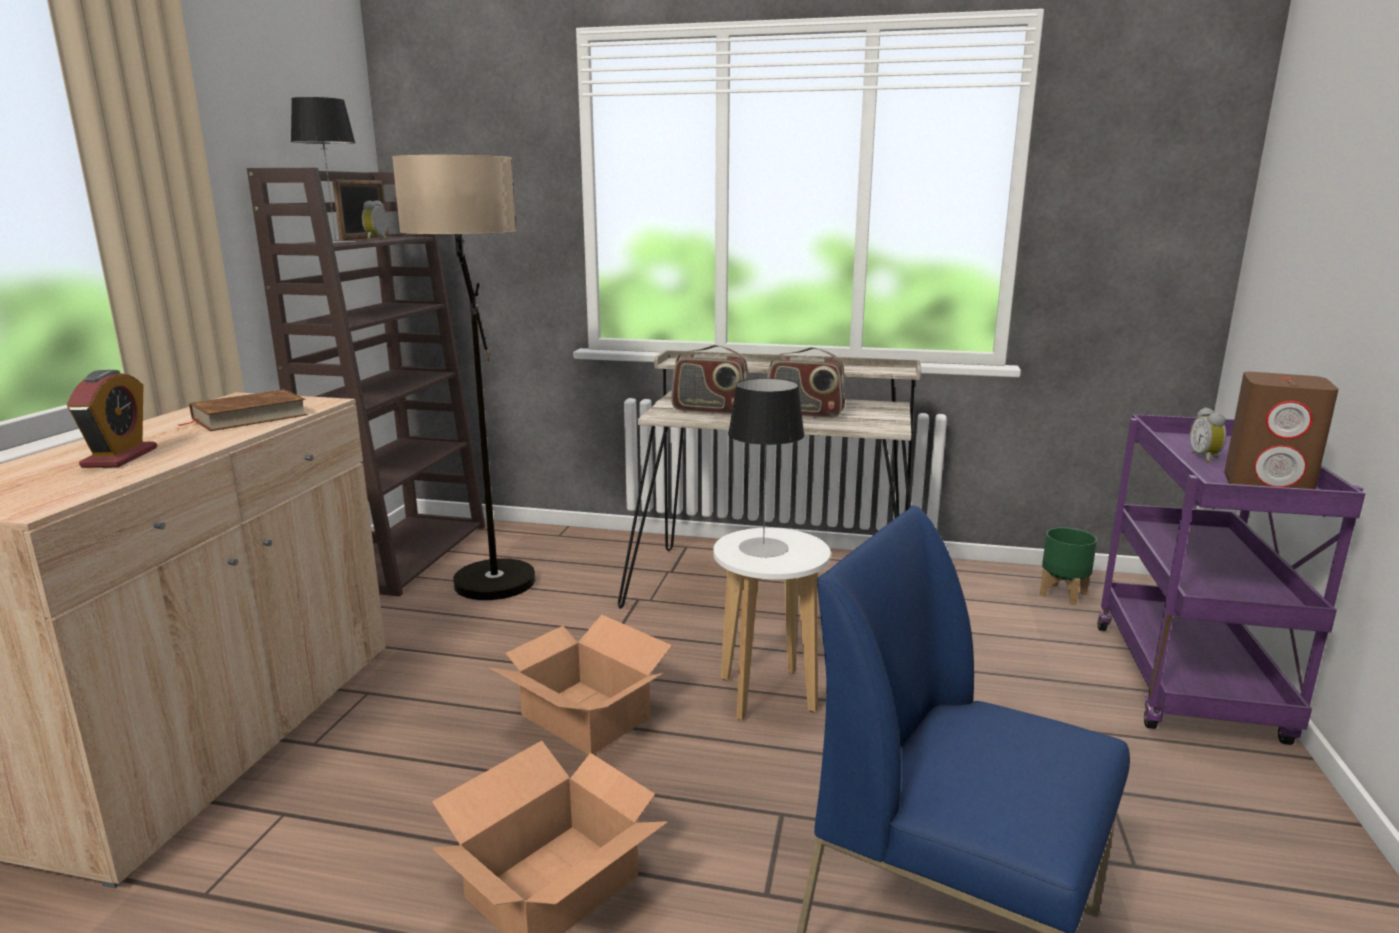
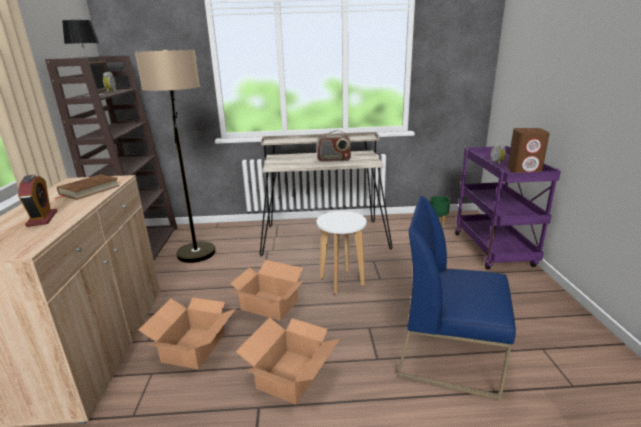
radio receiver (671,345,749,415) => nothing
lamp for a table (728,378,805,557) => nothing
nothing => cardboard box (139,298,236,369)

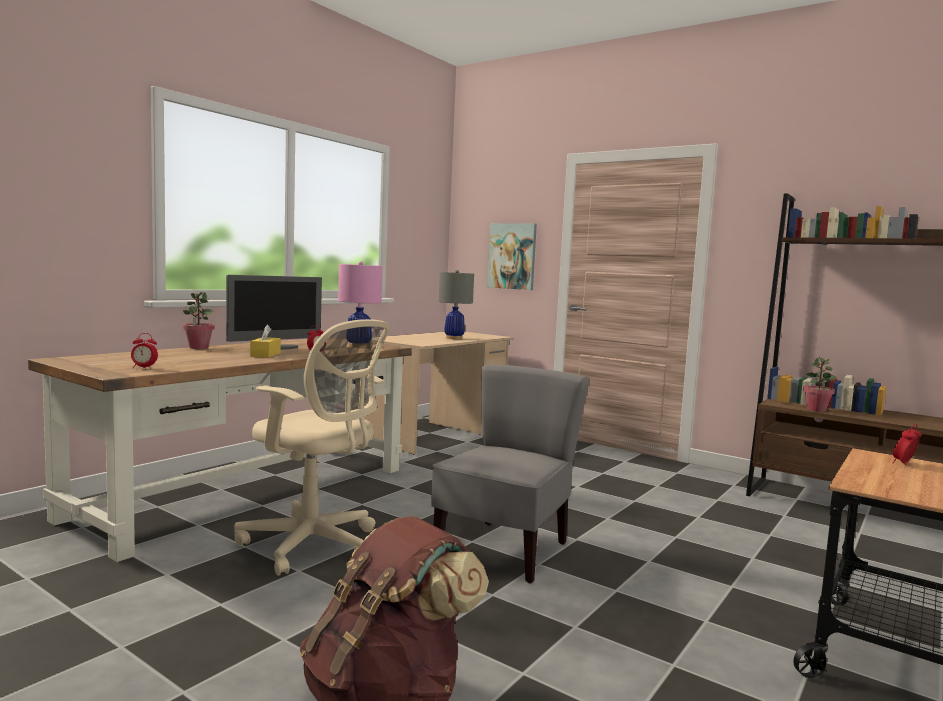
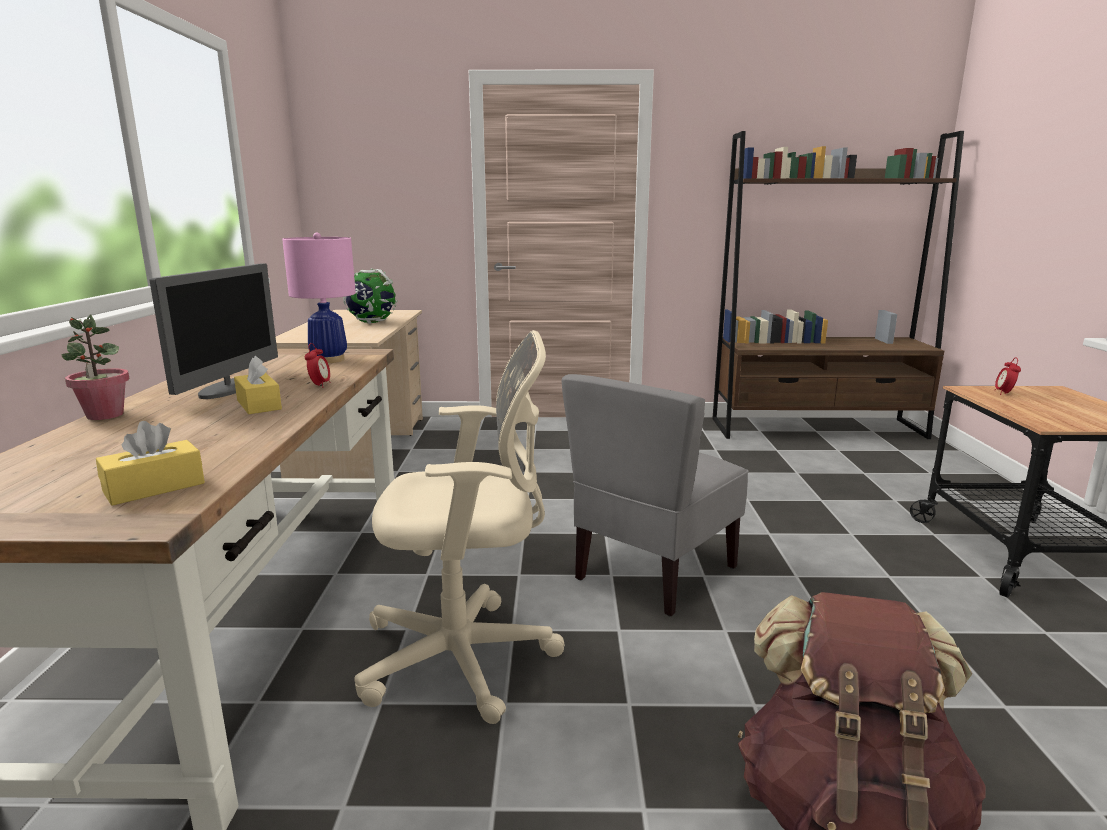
picture (487,223,537,290) => nothing
potted plant (803,357,836,412) => nothing
alarm clock (131,333,158,369) => tissue box in yellow-coloured (96,421,205,506)
lamp for a table in gray (439,270,474,339) => desk globe (343,268,397,324)
plain chair in gray (431,365,589,584) => plain chair in gray (562,374,749,617), 135 degrees counterclockwise

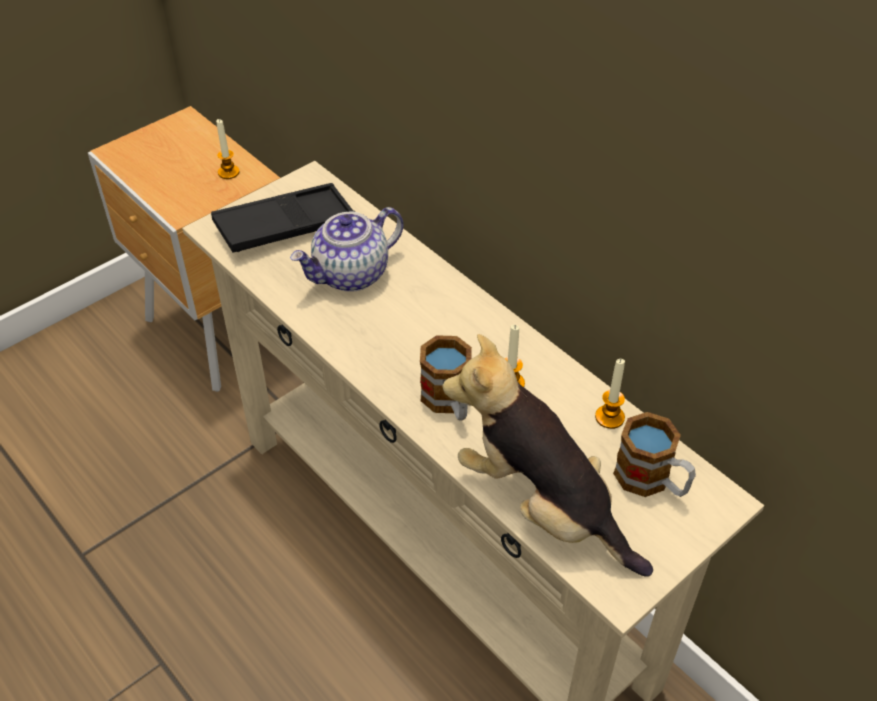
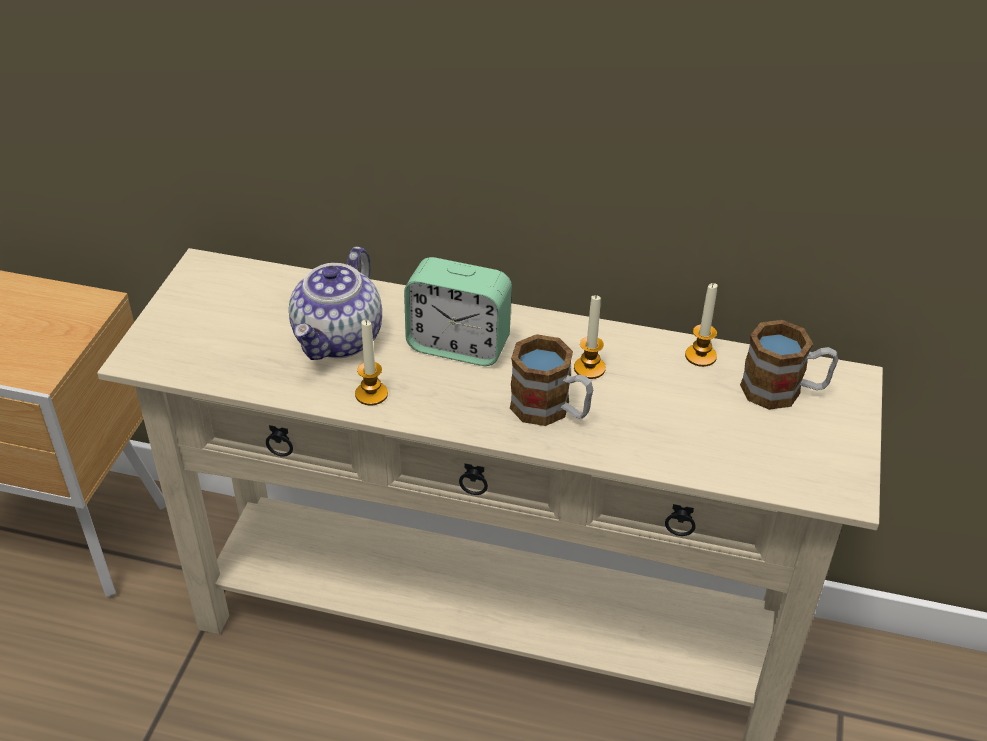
carrying tray in black-coloured (211,183,355,253) => nothing
cuddly toy (443,334,653,576) => nothing
nothing => alarm clock (404,257,512,366)
wax candle (216,119,240,179) => wax candle (355,320,388,405), move

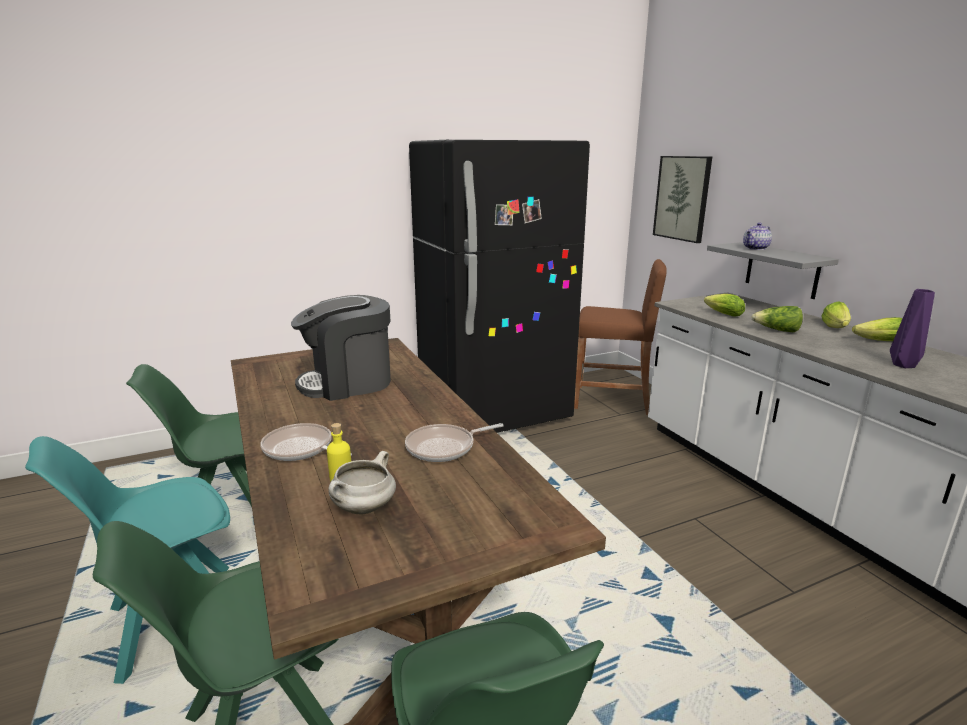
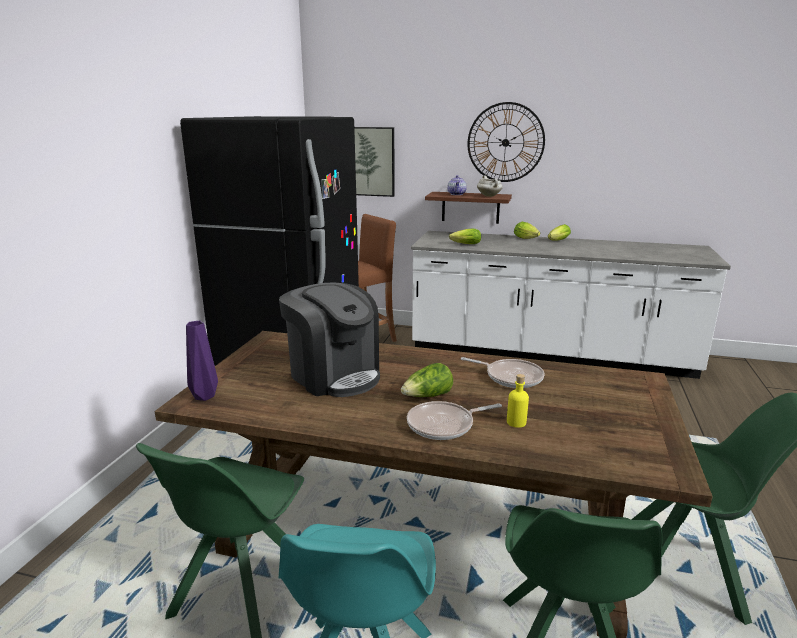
nothing => hanging clock (468,102,545,182)
saucepot in white (329,451,396,515) => saucepot in white (477,175,503,197), move
lettuce (751,306,803,332) => lettuce (401,363,453,397), move
vase in purple (890,289,935,368) => vase in purple (186,321,218,401), move
wall shelf in gray (707,242,839,299) => wall shelf in brown-coloured (425,192,512,224)
coffee brewer (291,295,391,401) => coffee brewer (279,282,380,397), 60 degrees counterclockwise
frying pan (405,423,504,462) => frying pan (461,357,544,388), 75 degrees counterclockwise

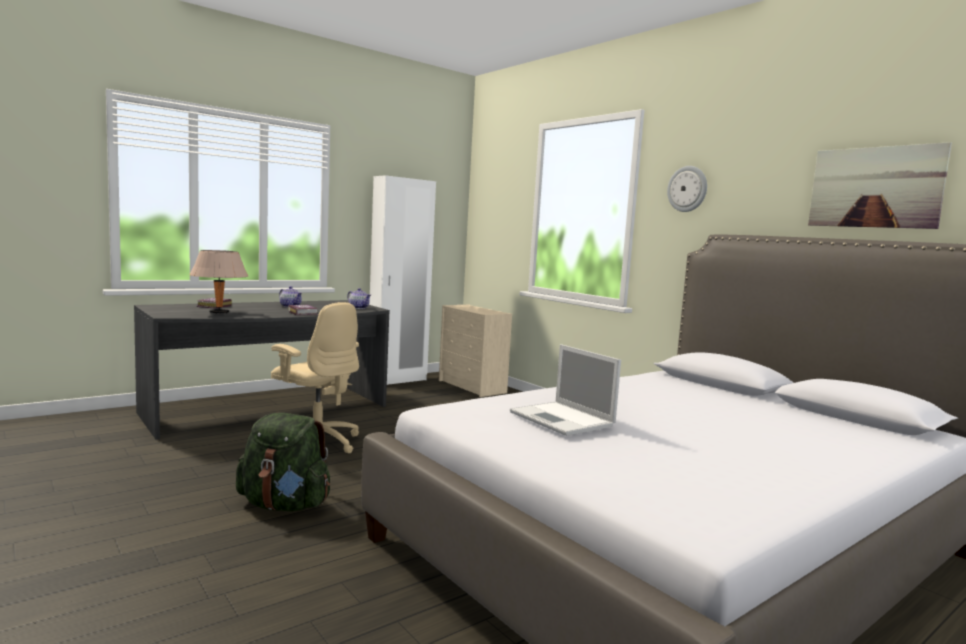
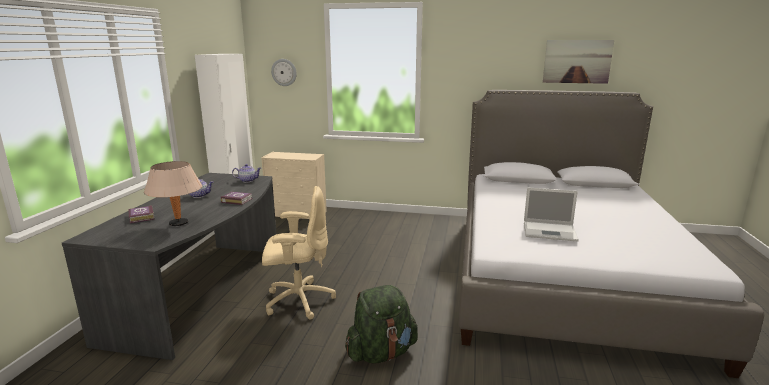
hanging clock (667,166,707,212) => hanging clock (271,59,297,86), move

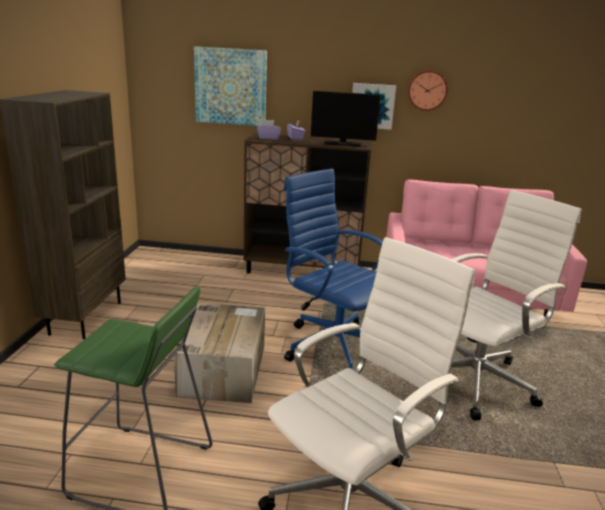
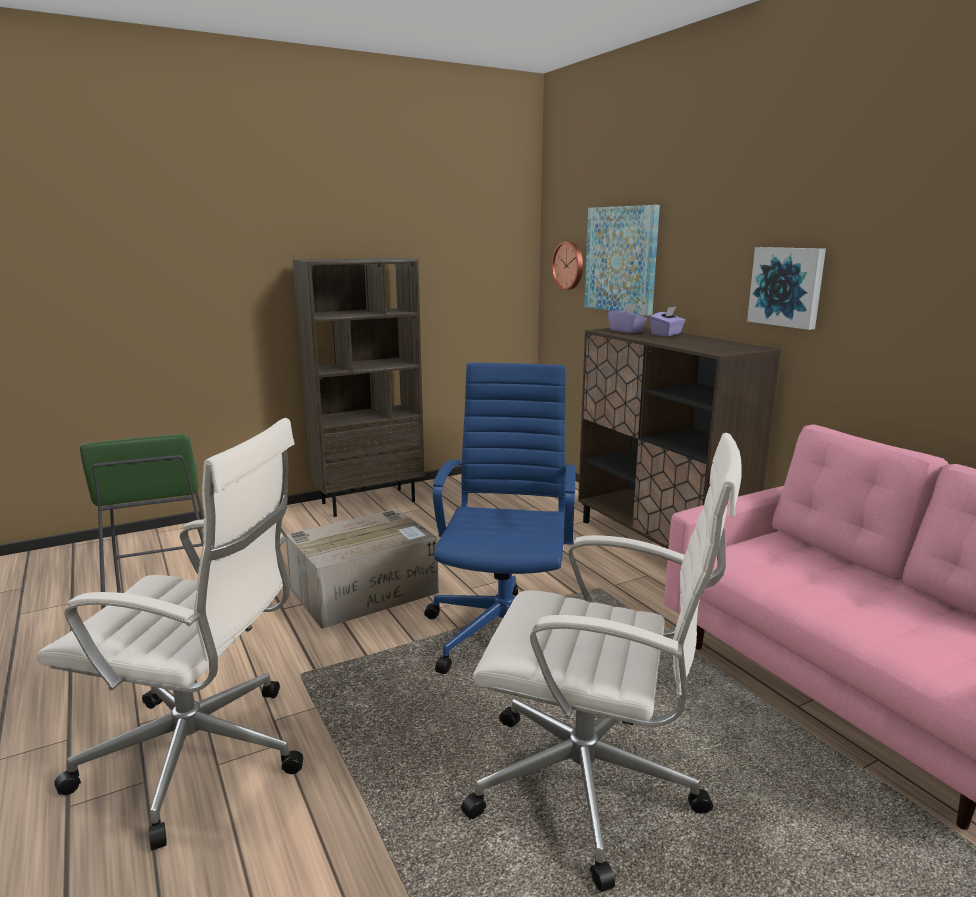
computer screen (311,91,381,147) => nothing
hanging clock (408,70,448,111) => hanging clock (551,242,583,290), move

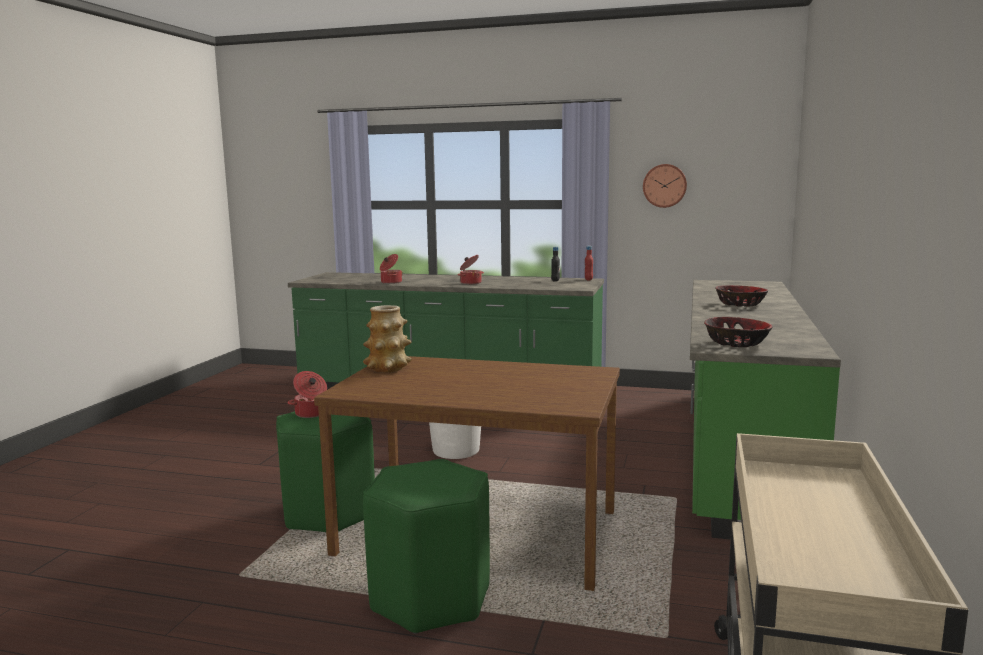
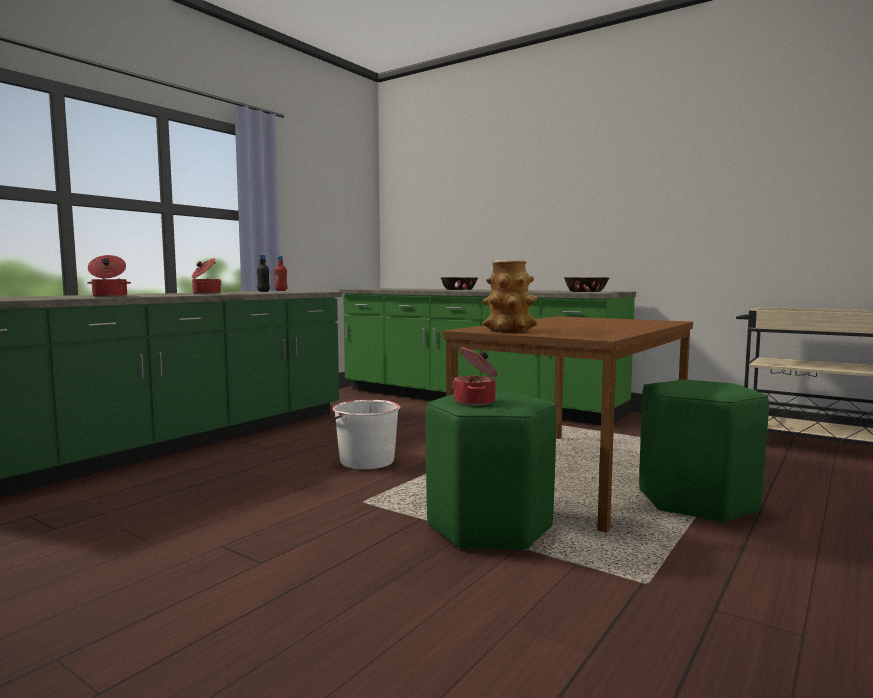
hanging clock (643,164,687,208) => nothing

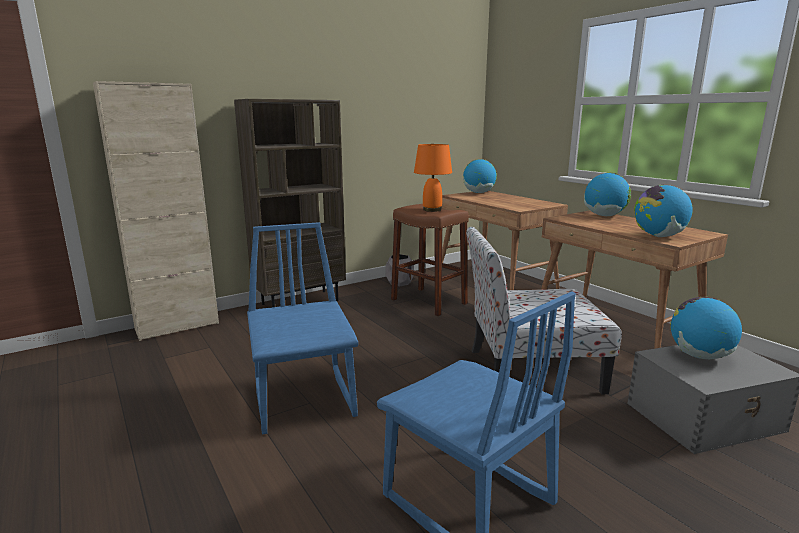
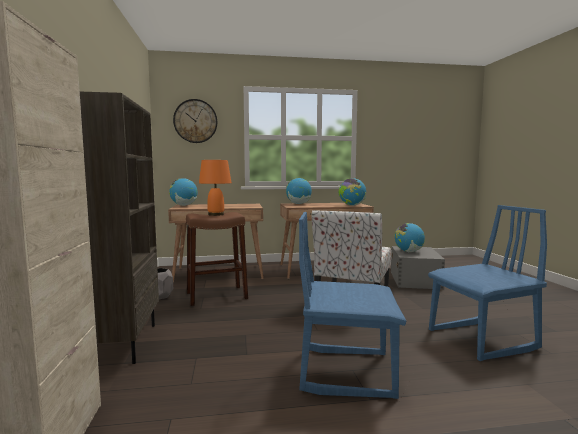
nothing => hanging clock (173,99,217,143)

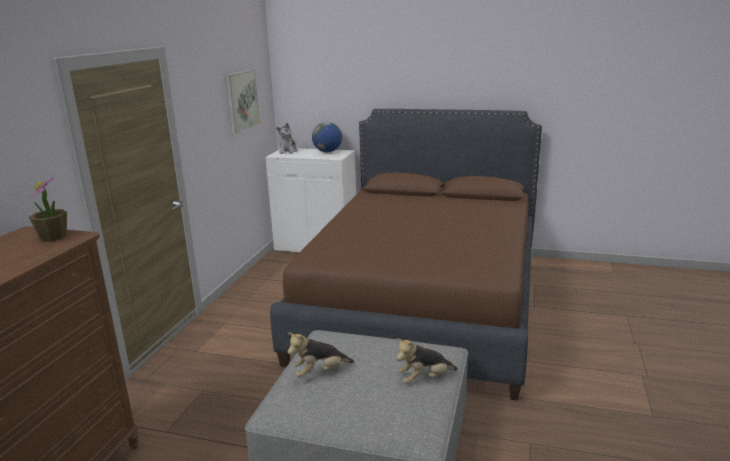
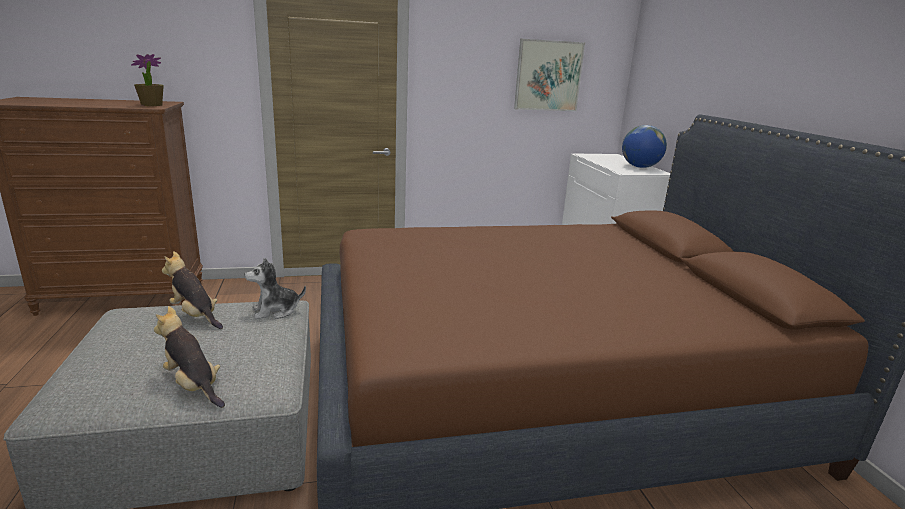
cuddly toy (276,123,298,154) => cuddly toy (244,258,306,319), move

